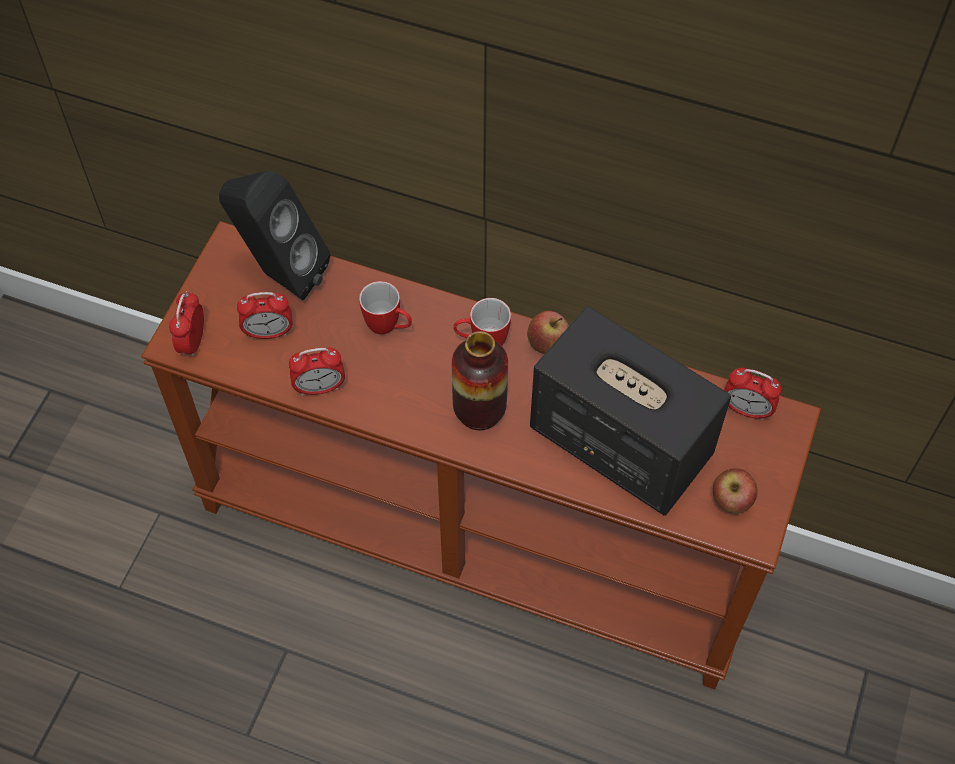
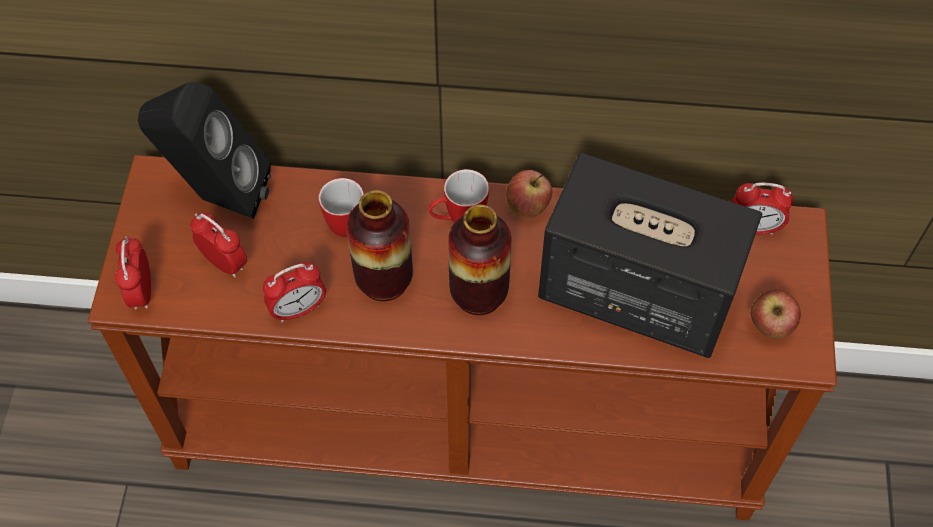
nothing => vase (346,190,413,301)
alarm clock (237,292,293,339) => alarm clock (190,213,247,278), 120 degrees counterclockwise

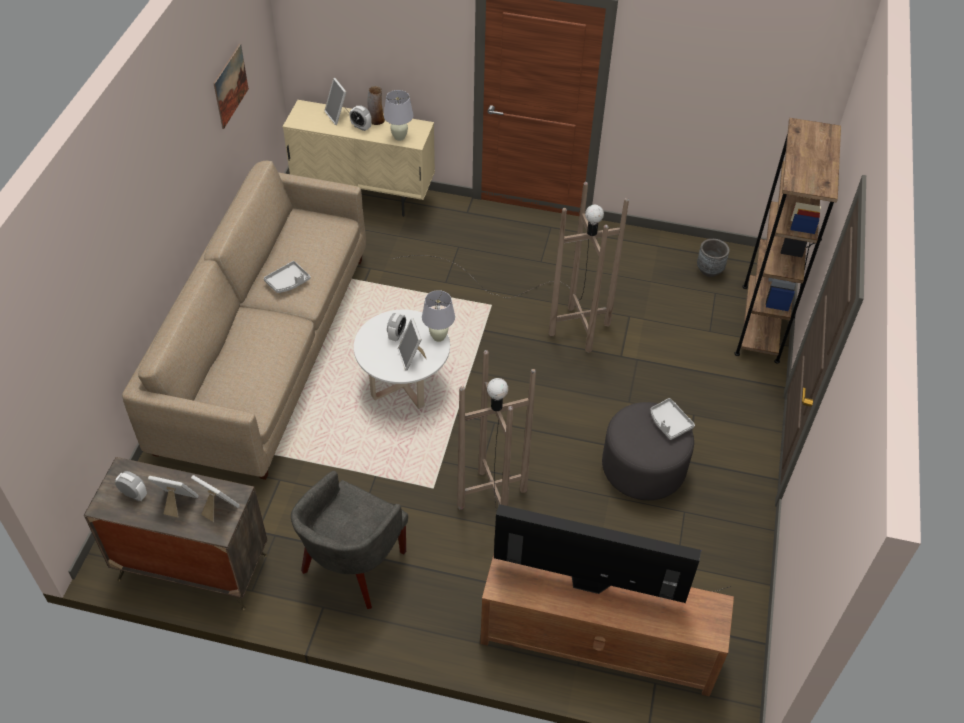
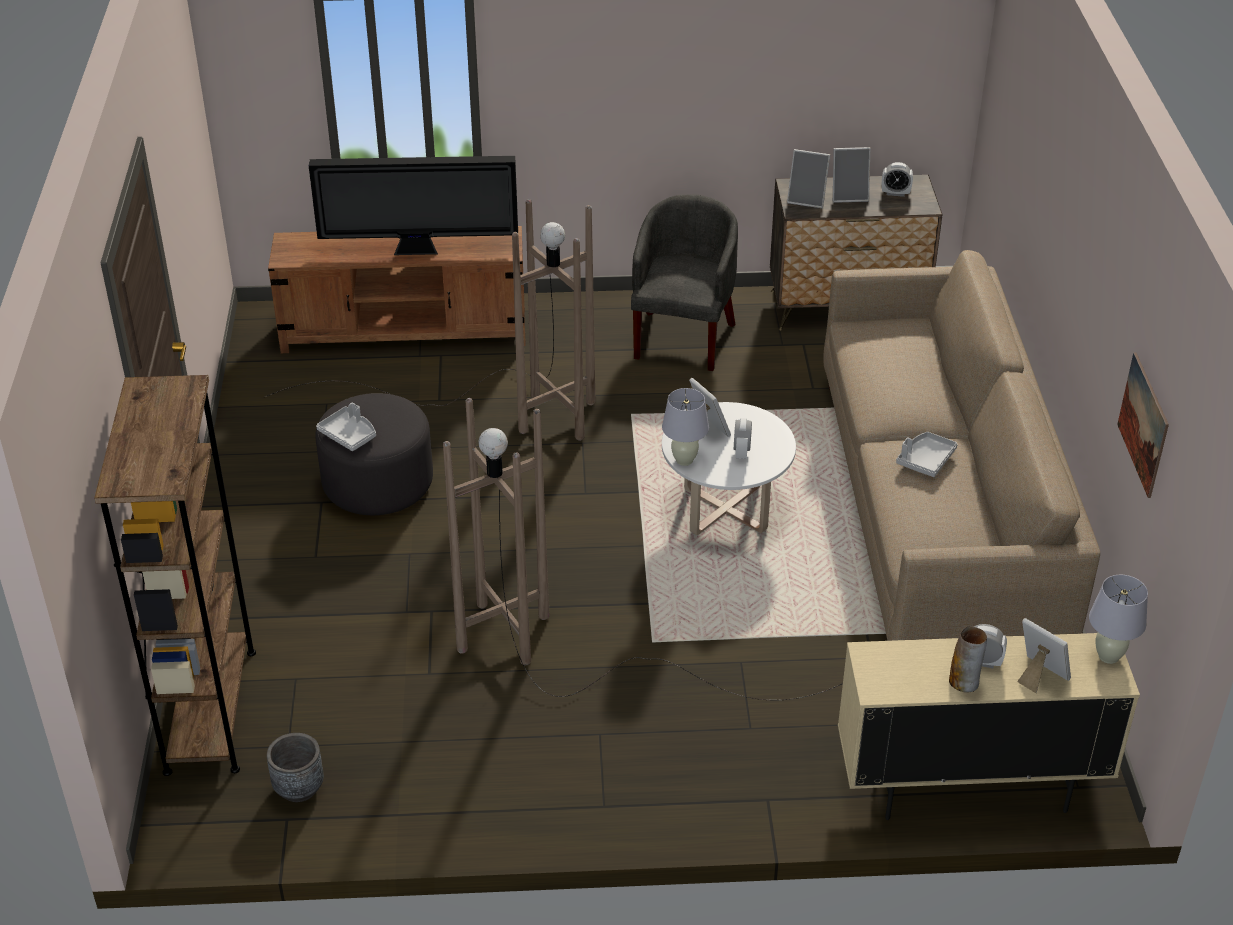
lamp for a table in white (384,90,413,141) => lamp for a table in white (1089,575,1148,664), move

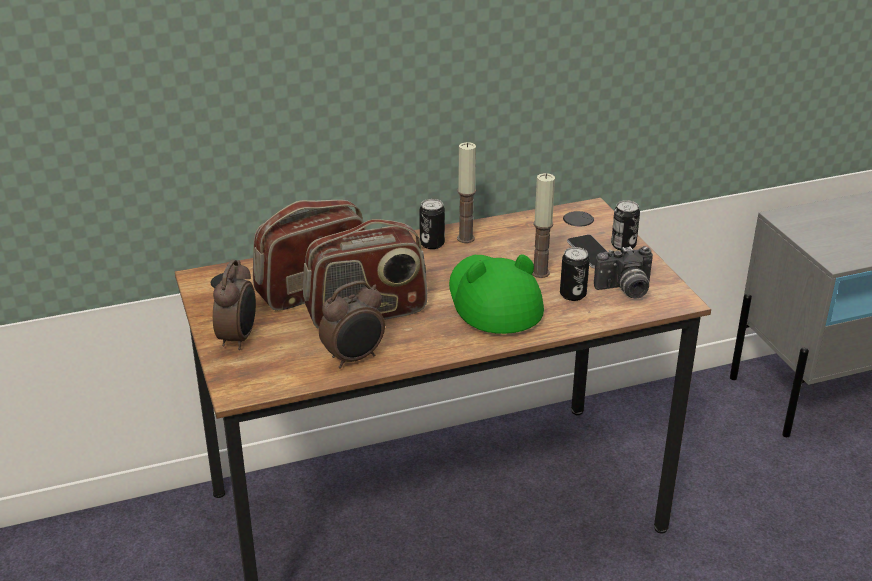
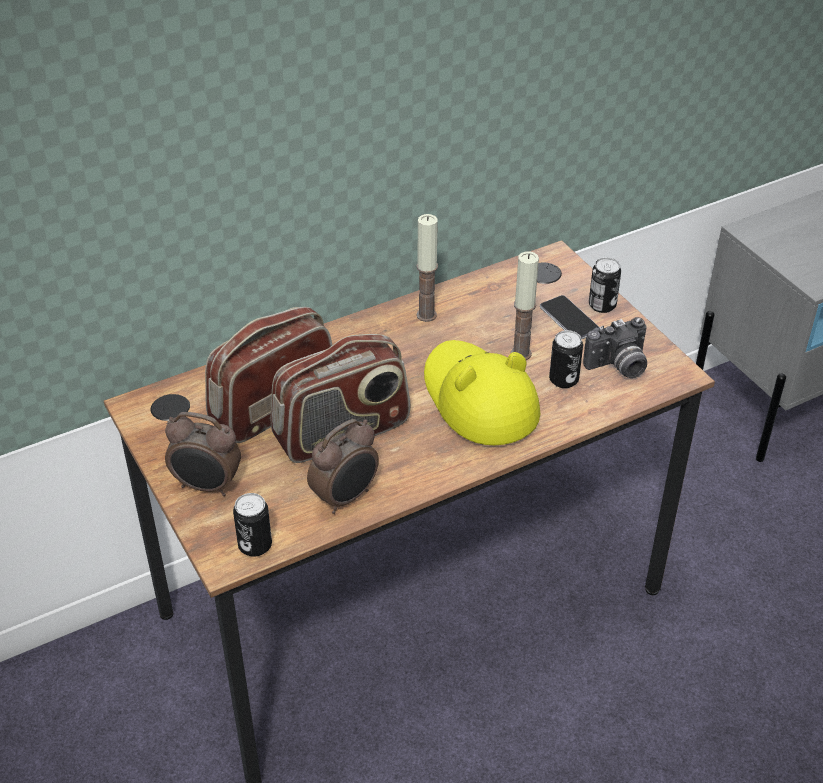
metal can (419,199,445,249) => metal can (233,493,272,557), move
wearable hat in green (449,254,544,334) => wearable hat in yellow-coloured (424,340,540,445)
alarm clock (213,260,256,350) => alarm clock (165,412,241,496), 105 degrees clockwise

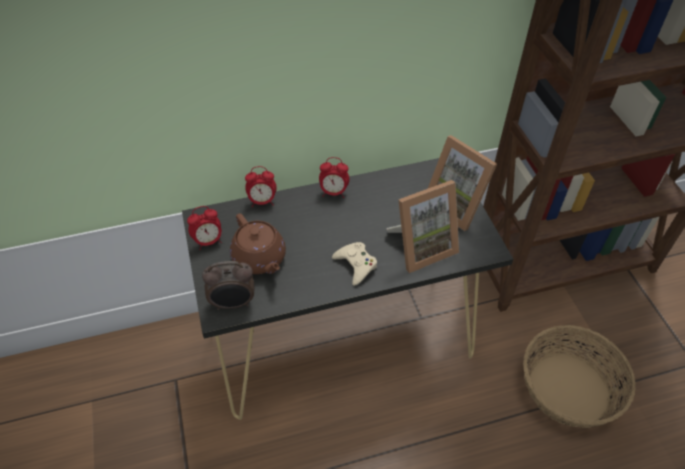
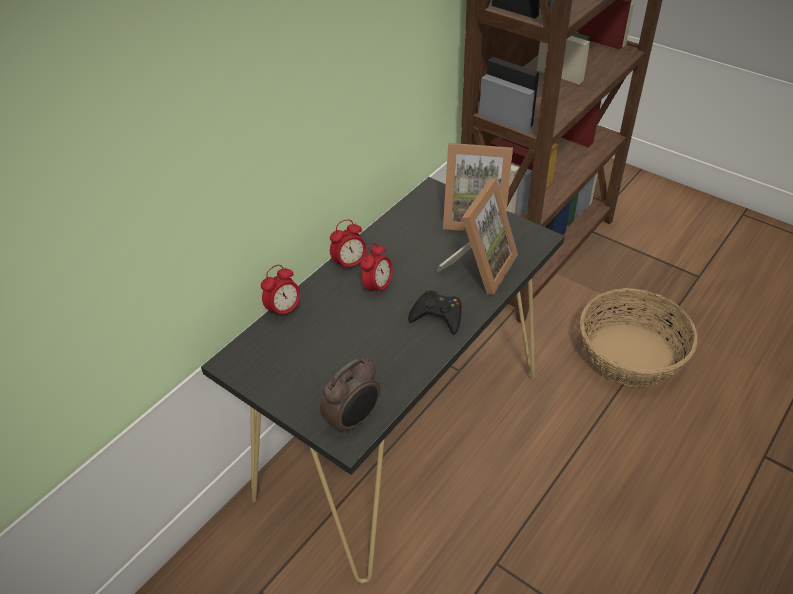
teapot in brown-coloured (230,214,286,274) => nothing
alarm clock (187,206,222,250) => alarm clock (360,242,393,298), move
joypad in beige-coloured (332,242,377,286) => joypad in black-coloured (408,291,461,335)

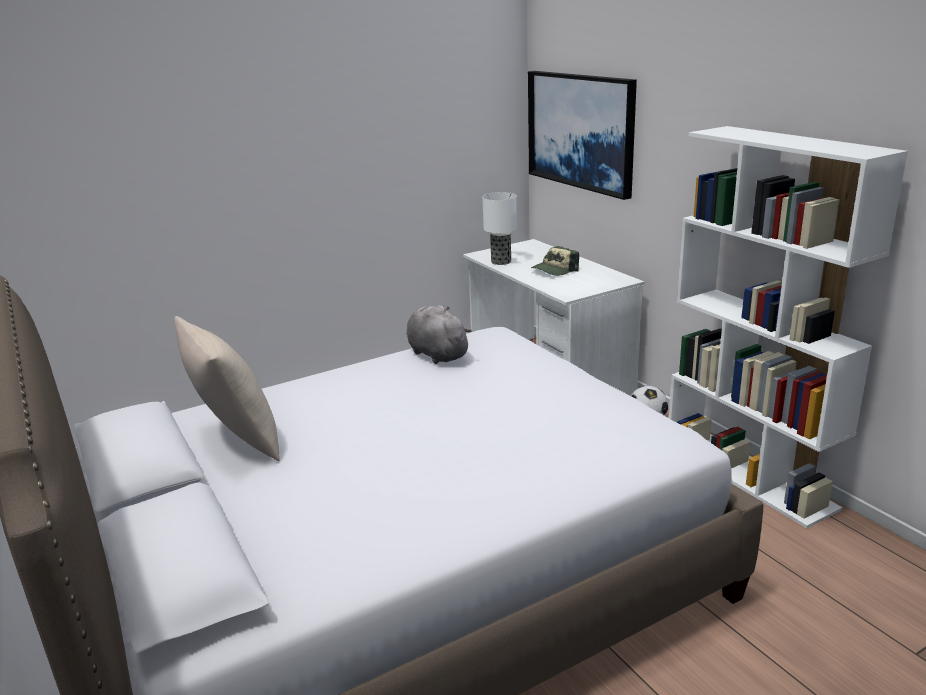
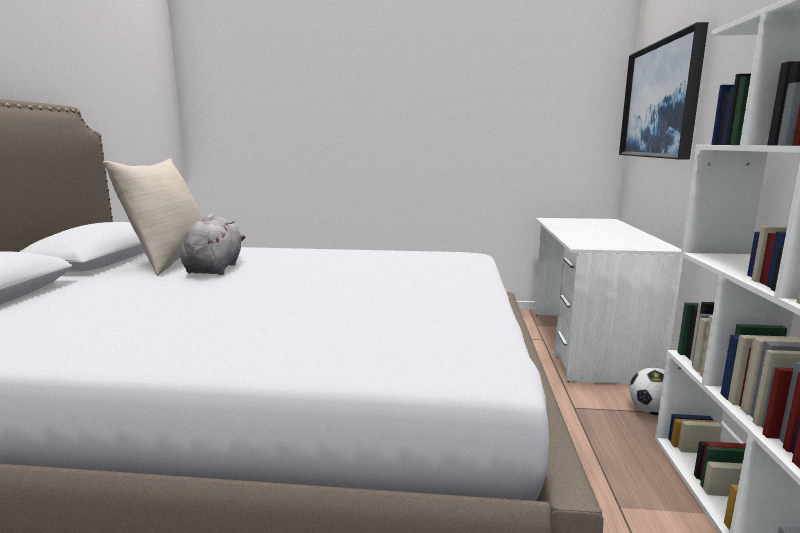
lamp for a table (483,192,517,265) => nothing
baseball cap (531,246,579,276) => nothing
cuddly toy in gray (407,305,472,364) => cuddly toy in gray (180,213,245,275), move

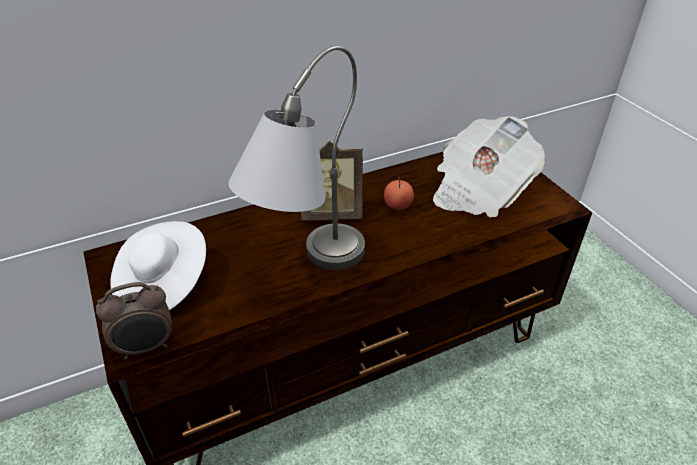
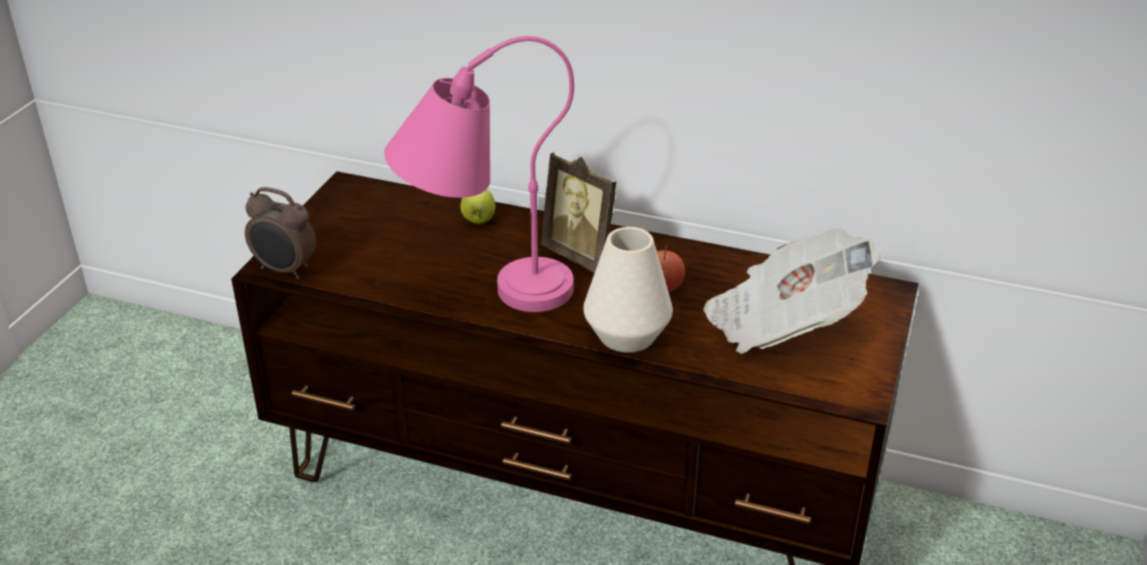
wearable hat in white (110,221,206,310) => nothing
nothing => apple (460,189,495,224)
nothing => vase in white (583,227,673,353)
lamp for a table in gray (228,46,365,270) => lamp for a table in pink (384,36,574,312)

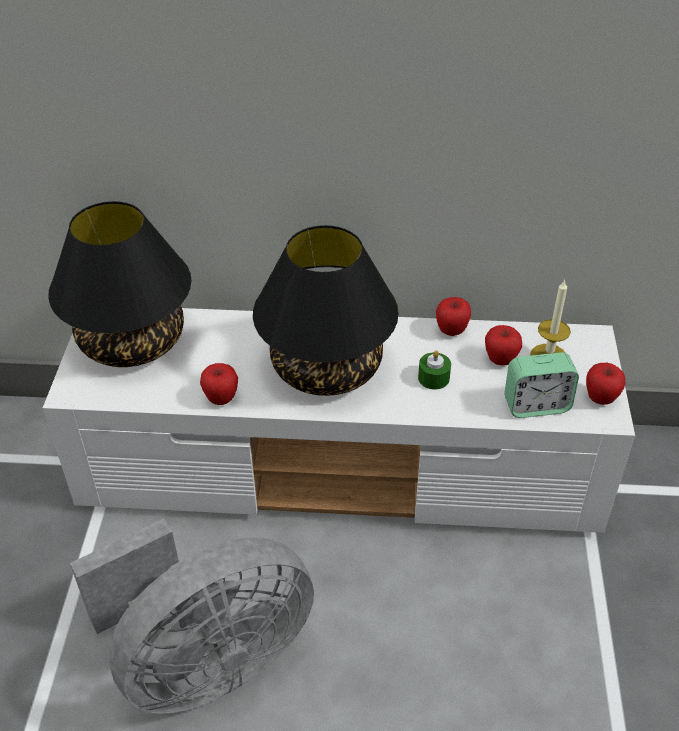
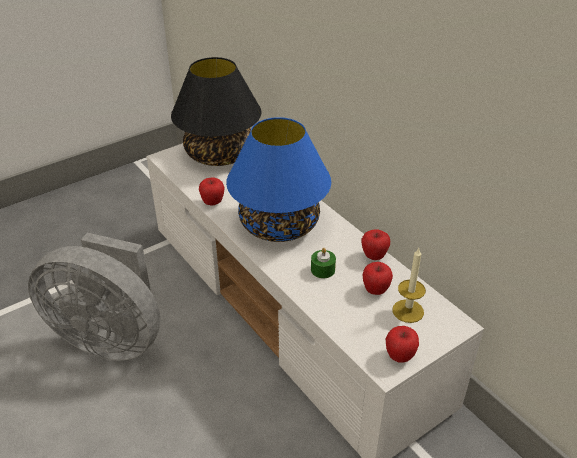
alarm clock (504,352,579,418) => nothing
lamp for a table in black-coloured (253,225,399,396) => lamp for a table in blue-coloured (226,117,331,242)

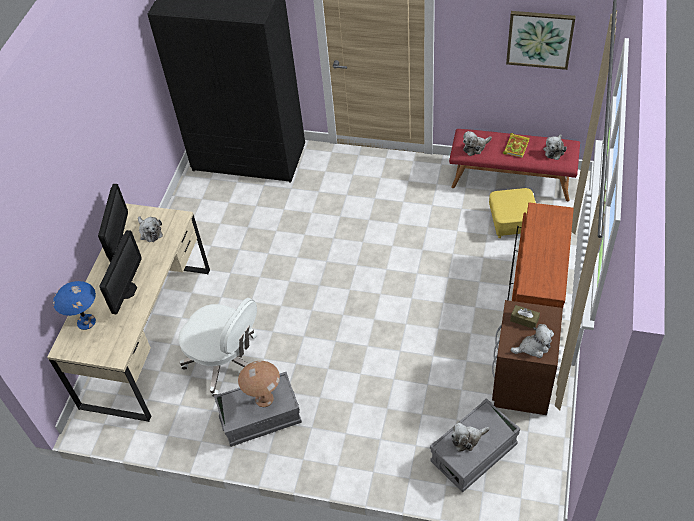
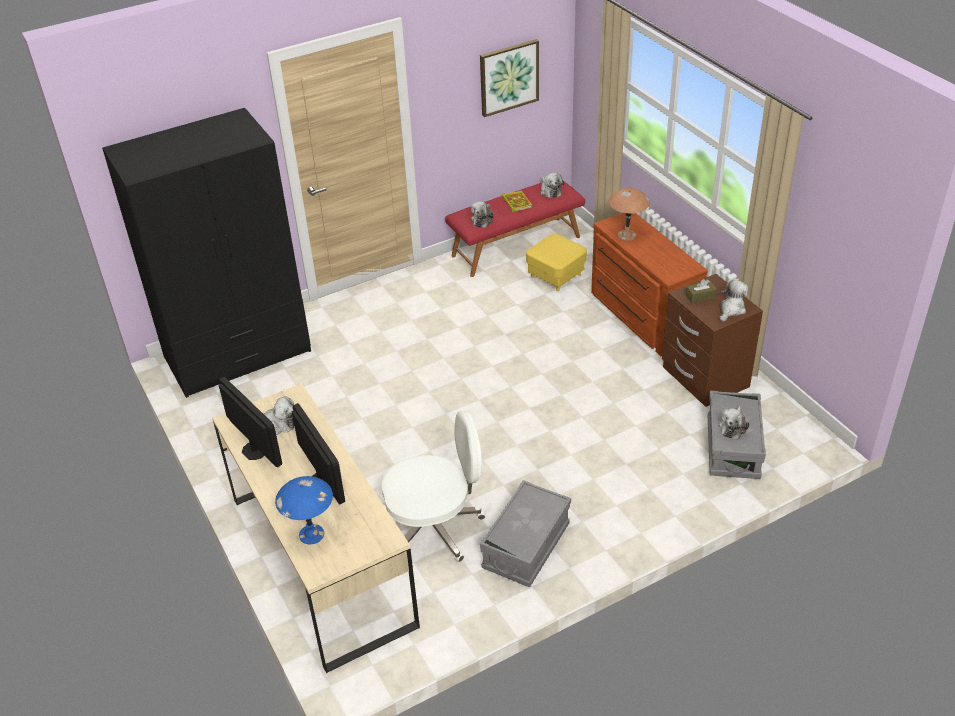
lamp for a table in brown-coloured (238,361,280,407) => lamp for a table in brown-coloured (608,188,650,241), move

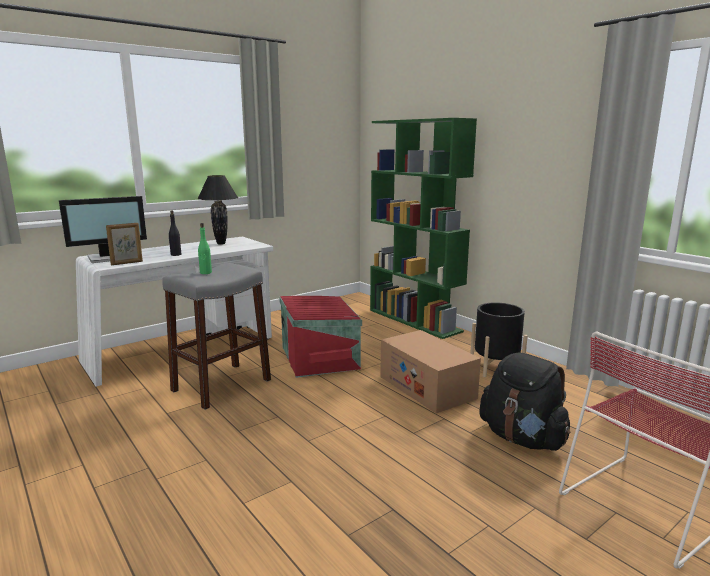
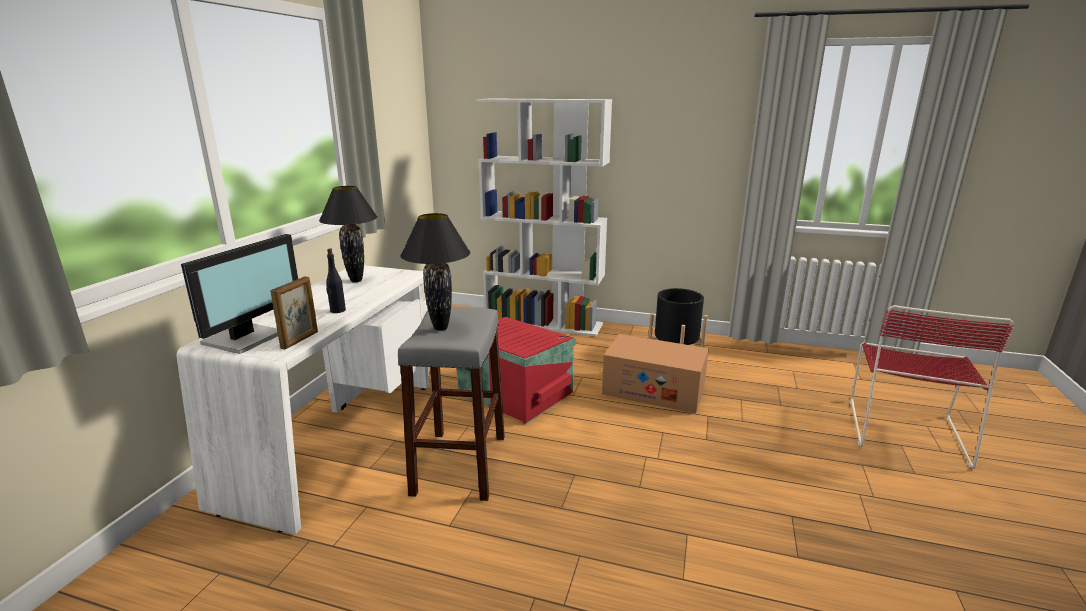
backpack in black-coloured (479,353,570,451) => nothing
drink bottle in green (198,223,212,274) => lamp for a table in black-coloured (400,213,470,331)
bookshelf in green (370,118,477,339) => bookshelf in white (476,99,612,336)

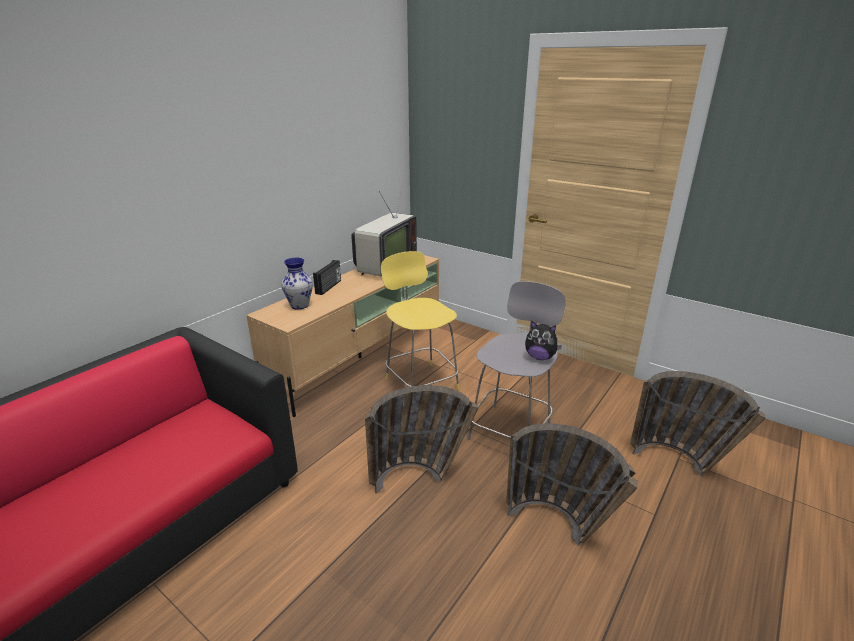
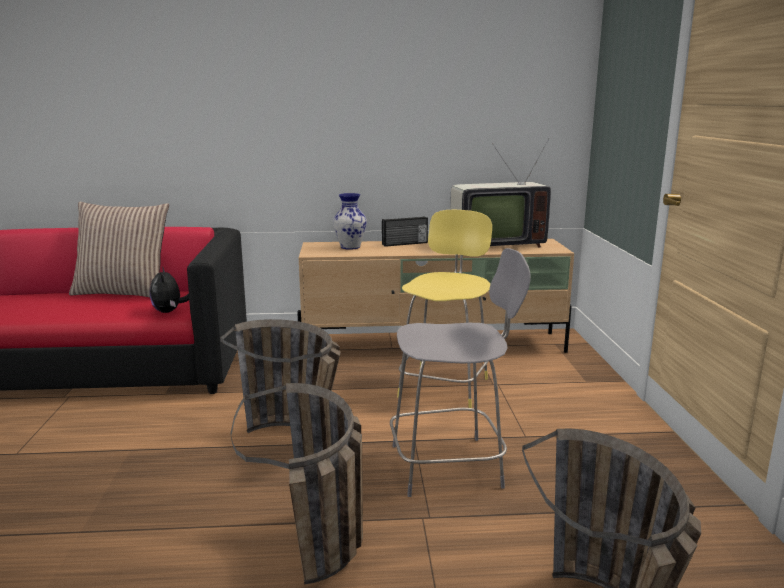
nothing => throw pillow (69,202,169,297)
cuddly toy (525,321,562,360) => cuddly toy (150,267,189,313), move

